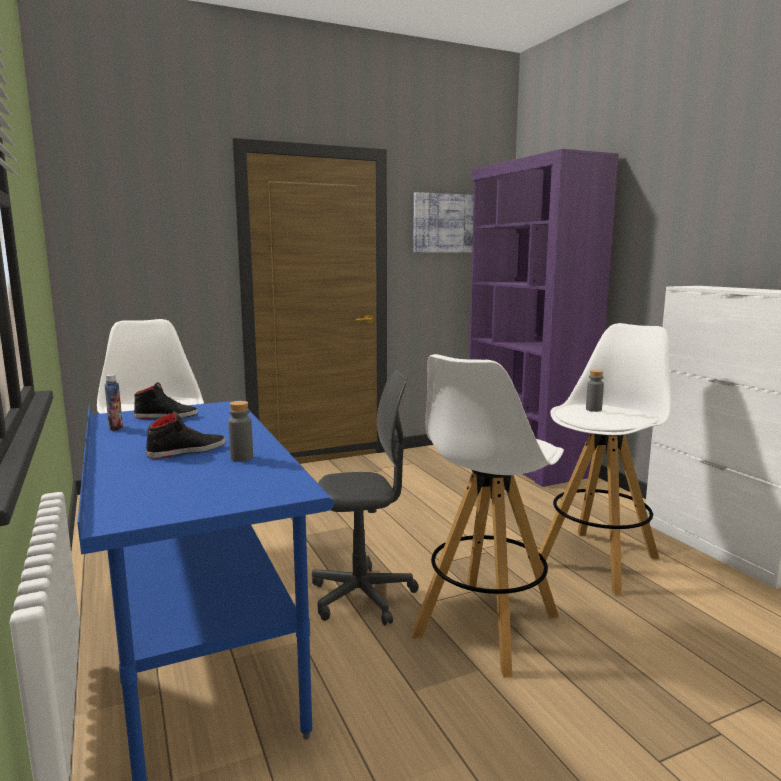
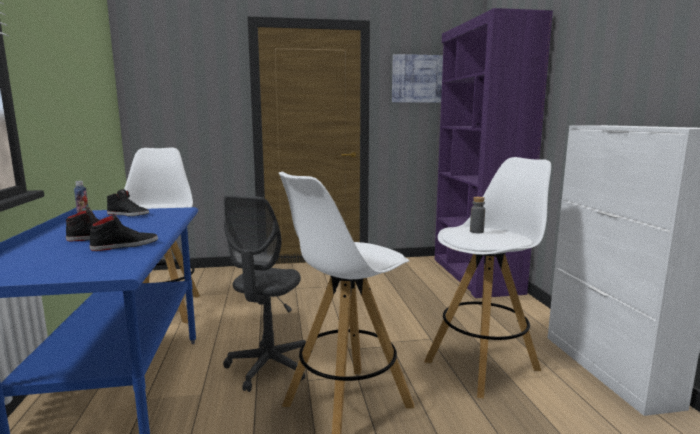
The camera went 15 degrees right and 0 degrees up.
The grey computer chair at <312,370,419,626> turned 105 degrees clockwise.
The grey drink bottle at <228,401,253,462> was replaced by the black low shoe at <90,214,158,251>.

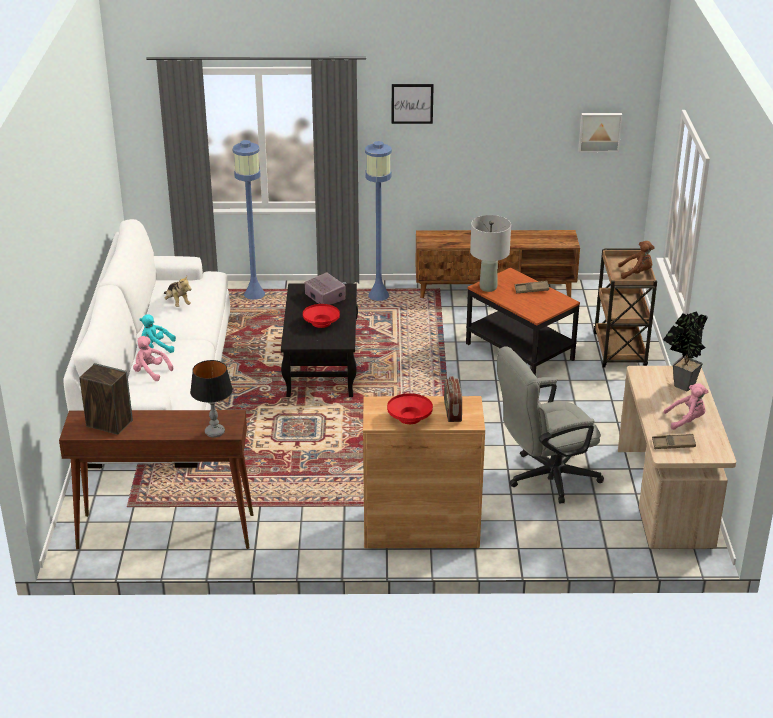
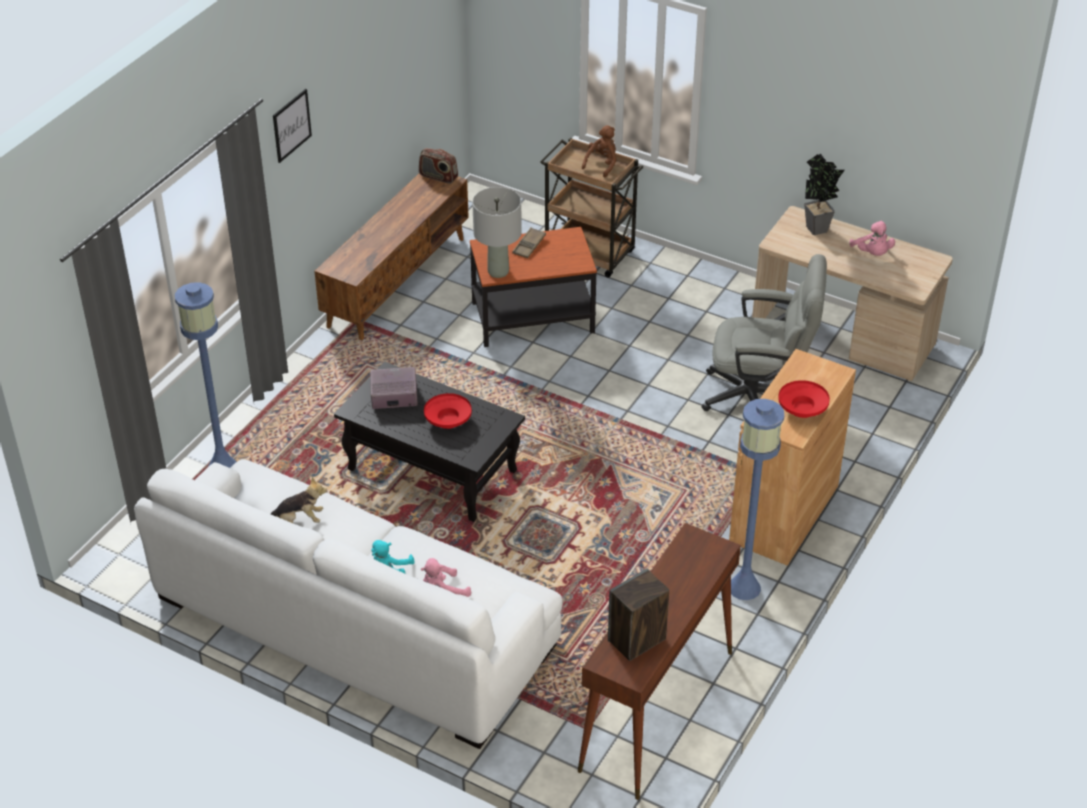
The camera went 60 degrees left and 10 degrees up.
The wall art at <578,113,622,152> disappeared.
The blue floor lamp moved from <365,141,392,301> to <731,399,784,600>.
The grey computer chair at <497,346,604,503> turned 90 degrees counterclockwise.
The tabletop lamp at <190,360,233,438> disappeared.
The radio receiver moved from <444,376,462,422> to <419,148,458,184>.
The pinkish cuddly toy at <663,384,708,430> turned 135 degrees clockwise.
The brown-coloured carrying tray at <652,434,696,449> disappeared.

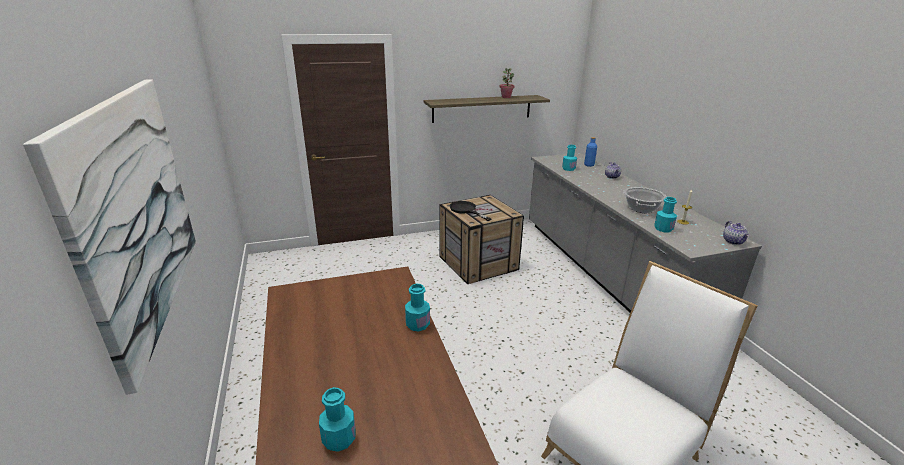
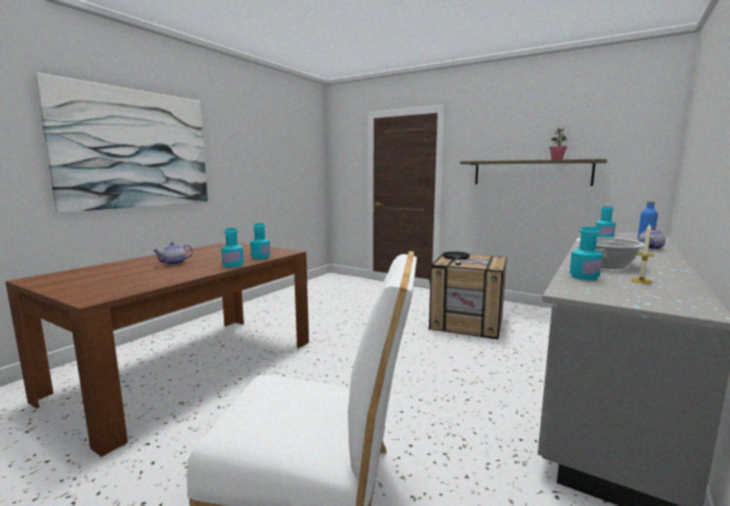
The camera went 50 degrees right and 15 degrees down.
The teapot moved from <723,221,749,245> to <153,242,193,265>.
The blue-green drink bottle moved from <319,387,355,452> to <250,223,270,259>.

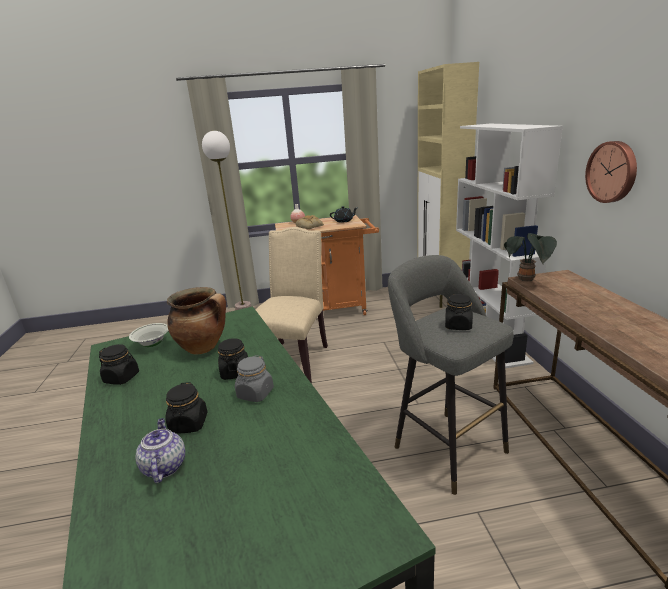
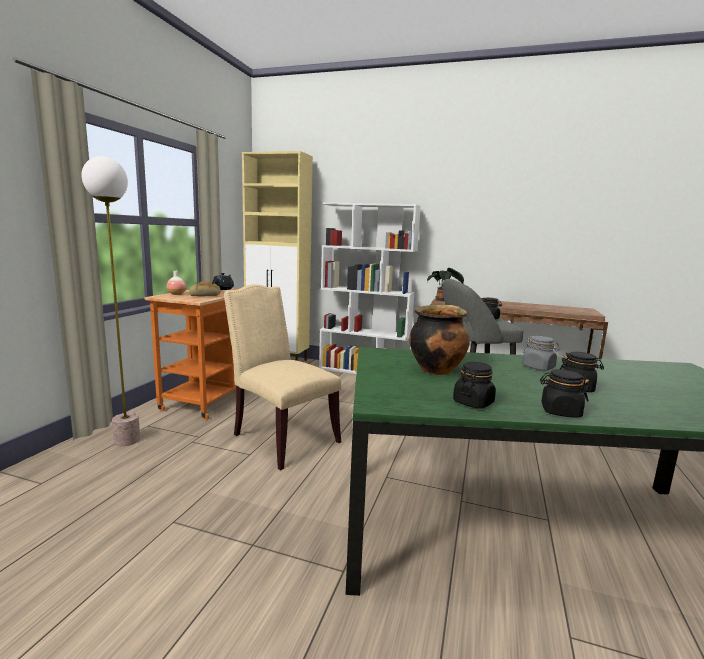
The camera went 65 degrees left and 10 degrees down.
The hanging clock at <585,141,637,203> disappeared.
The white bowl at <129,323,168,347> disappeared.
The black jar moved from <218,338,248,380> to <540,369,589,418>.
The teapot at <135,418,185,483> disappeared.

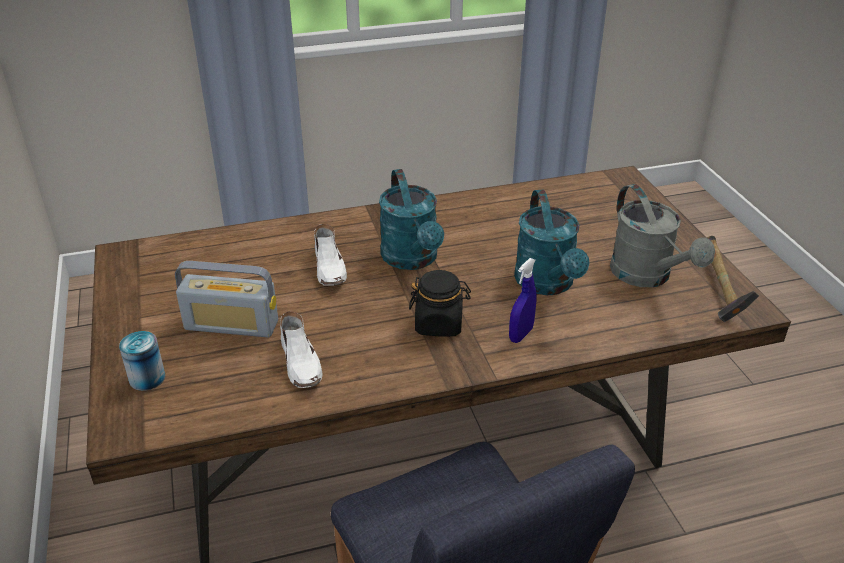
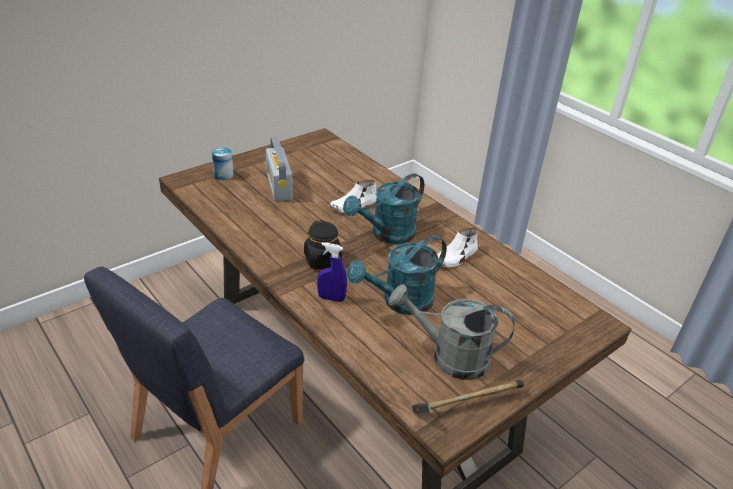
The camera went 65 degrees right and 0 degrees up.
The grey watering can at <610,184,715,287> turned 60 degrees clockwise.
The white low shoe moved from <280,312,323,388> to <437,227,478,267>.

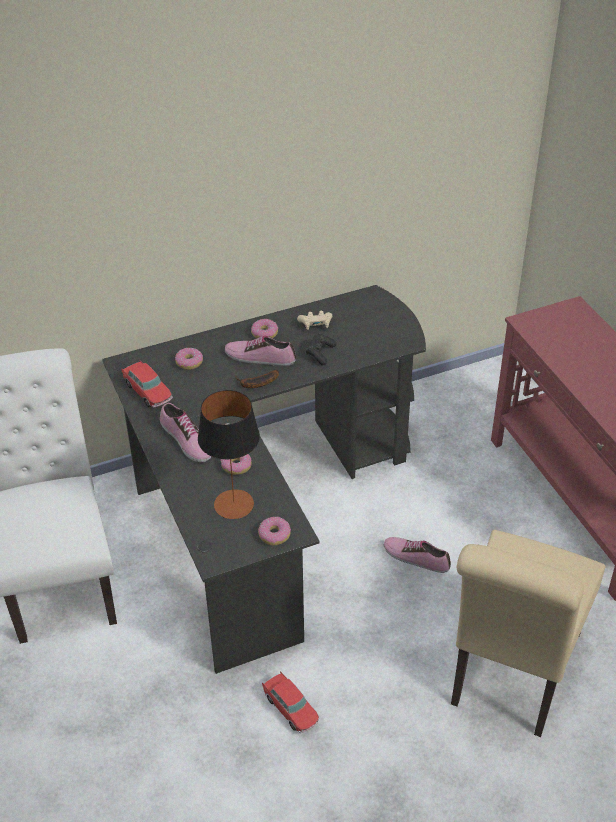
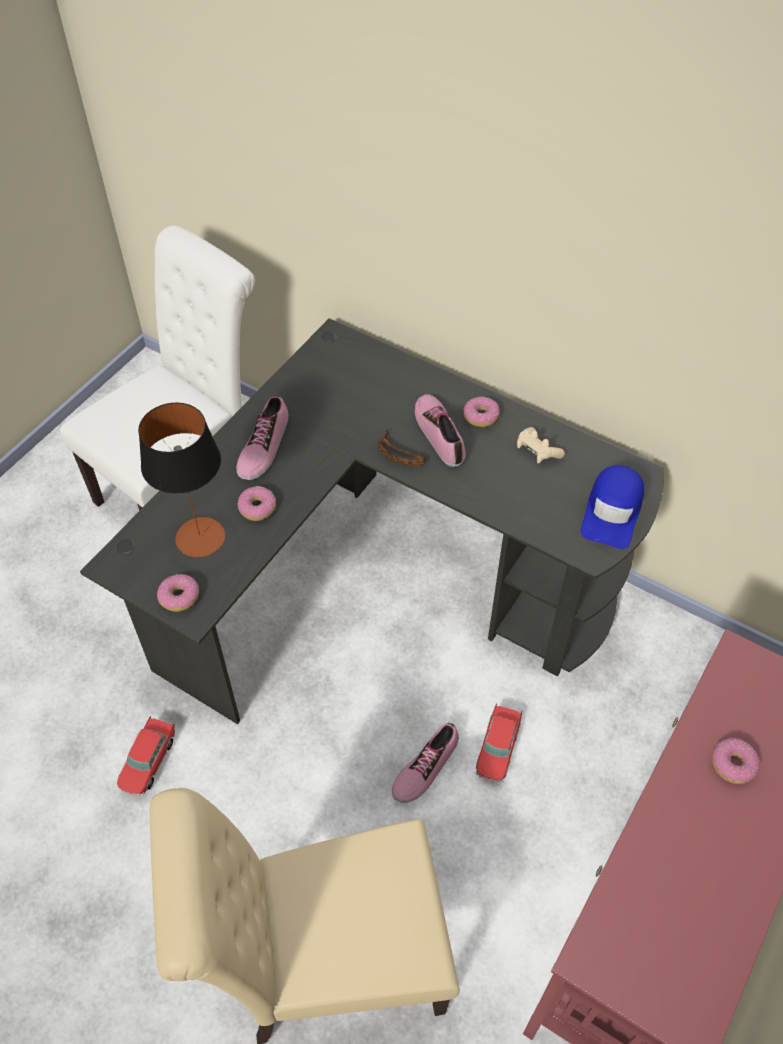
The camera went 55 degrees right and 10 degrees up.
The black joypad at <306,333,336,365> disappeared.
The donut moved from <175,348,203,370> to <712,738,760,784>.
The miniature car moved from <121,360,173,407> to <475,704,522,782>.
The low shoe at <383,537,451,573> turned 135 degrees counterclockwise.
The blue baseball cap at <581,465,644,549> appeared.

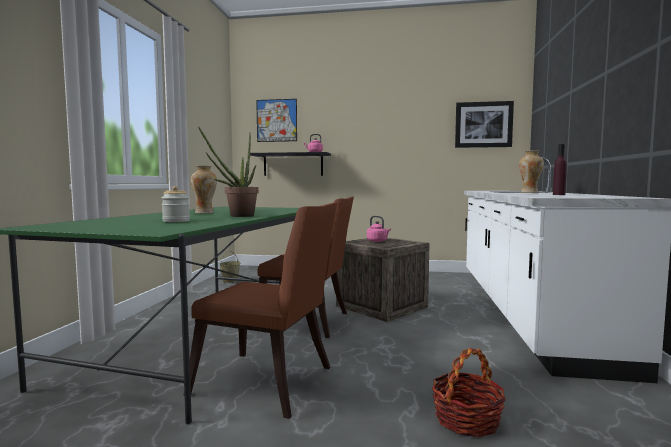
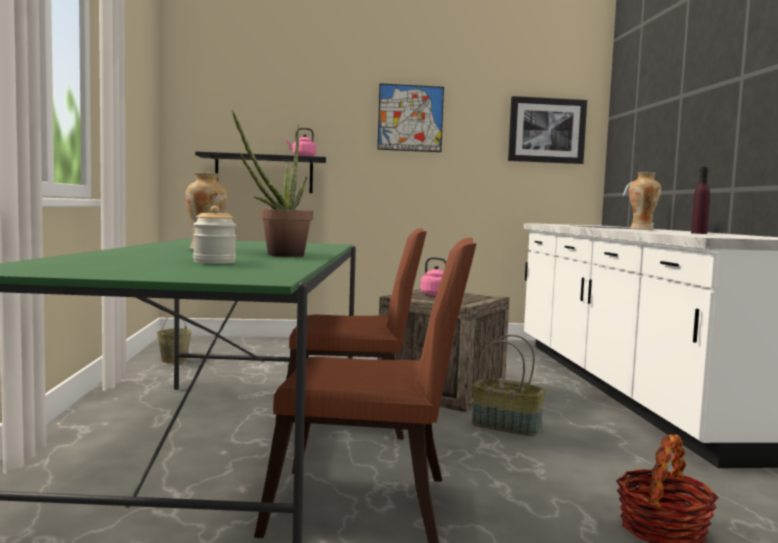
The camera went 15 degrees left and 0 degrees up.
The wall art moved from <256,99,297,142> to <377,83,444,152>.
The household basket at <472,334,546,436> appeared.

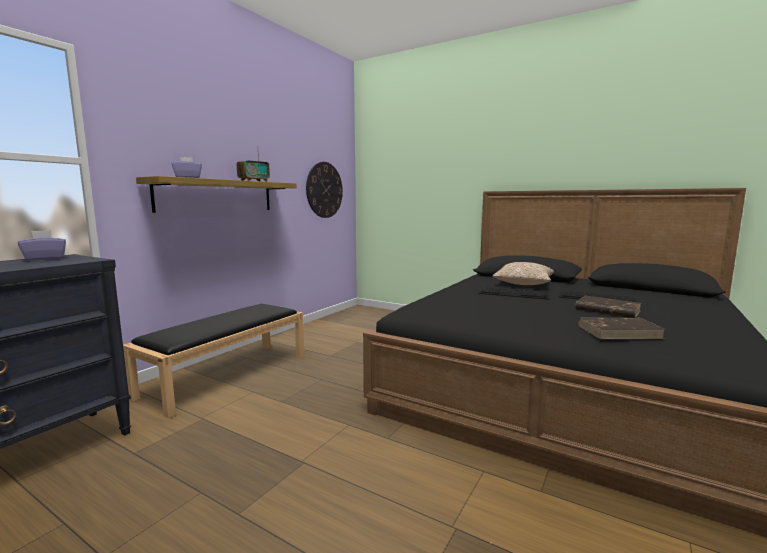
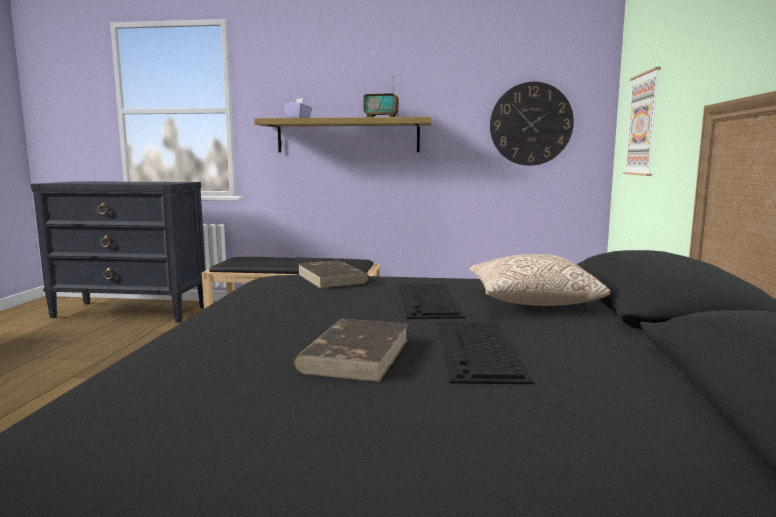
The camera went 65 degrees right and 0 degrees up.
The purplish tissue box at <18,230,66,261> disappeared.
The brown-coloured book moved from <578,318,666,339> to <298,260,369,289>.
The wall art at <623,67,661,176> appeared.

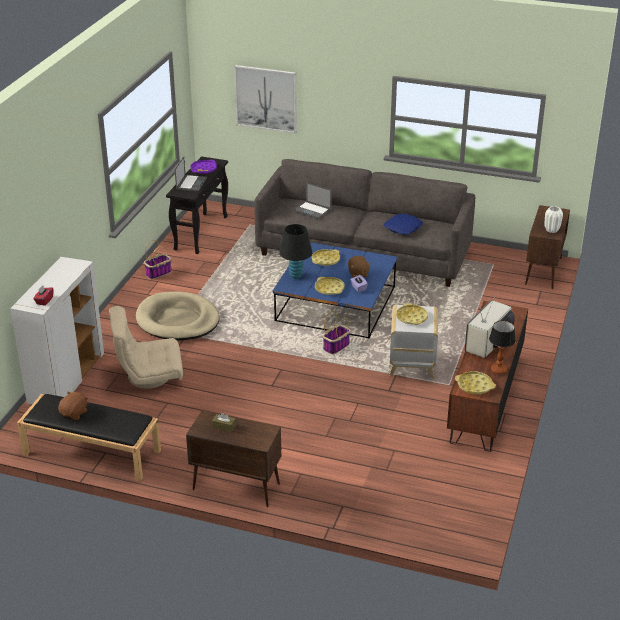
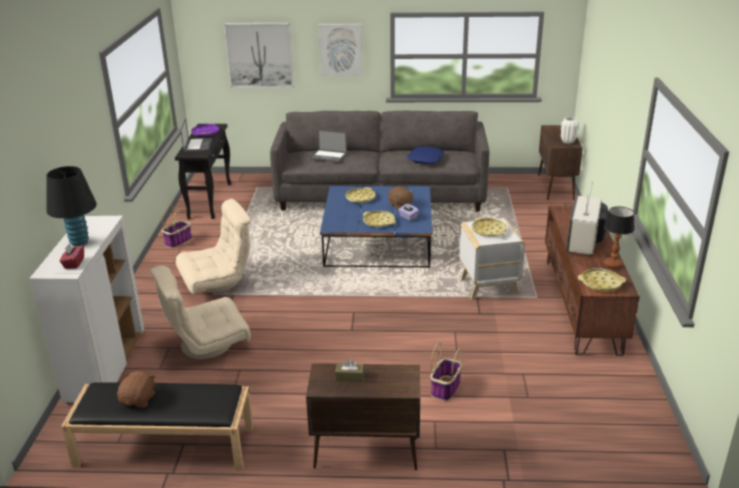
The camera went 15 degrees left and 5 degrees down.
The black tabletop lamp moved from <279,224,312,279> to <46,166,97,247>.
The sand-coloured dog cushion at <136,291,220,341> was replaced by the sand-coloured easy chair at <176,199,251,294>.
The household basket moved from <323,311,351,354> to <431,342,462,401>.
The wall art at <318,24,363,76> appeared.

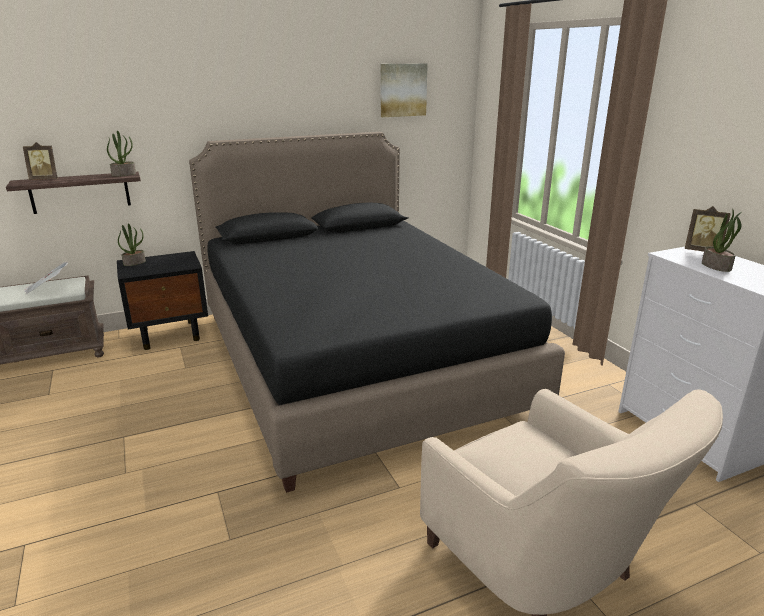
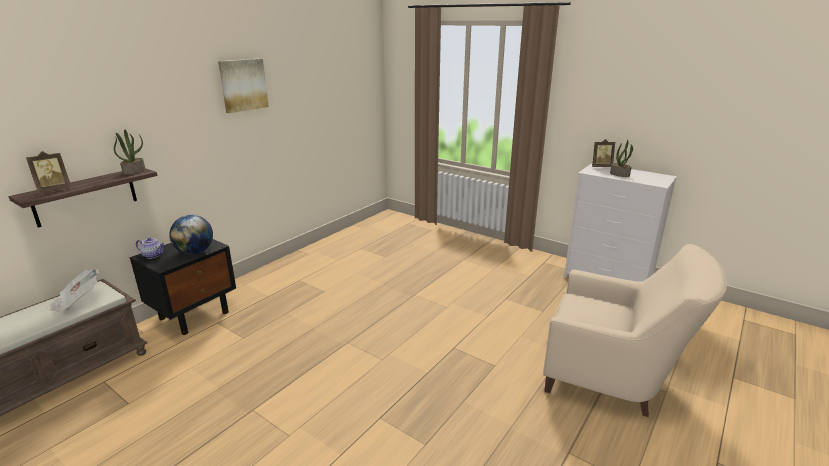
The camera went 30 degrees left and 0 degrees up.
The wall art moved from <381,63,428,117> to <218,58,269,113>.
The black sleeping bed at <189,132,565,493> disappeared.
The plant in a pot at <118,223,146,266> was replaced by the teapot at <136,237,165,259>.
The desk globe at <169,215,213,254> appeared.

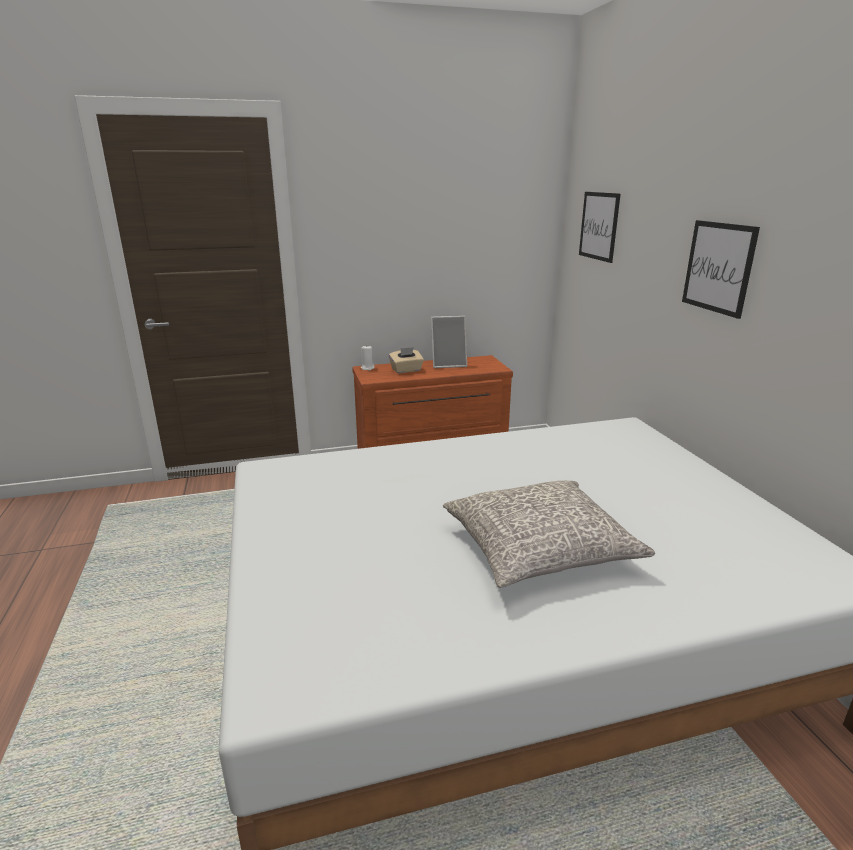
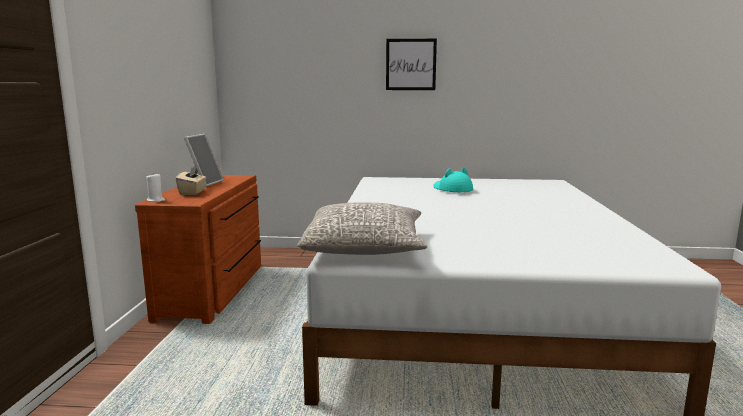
The camera went 70 degrees left and 10 degrees down.
The wall art at <579,192,621,263> disappeared.
The grey pillow moved from <443,481,655,588> to <297,202,428,255>.
The blue-green clothing hat at <433,168,473,192> appeared.

